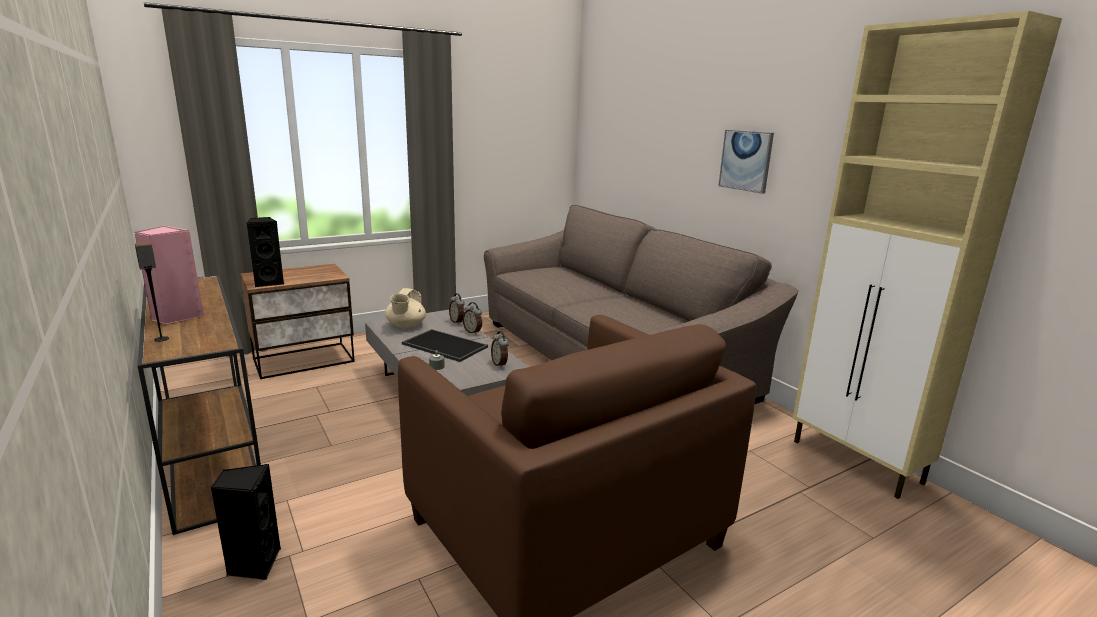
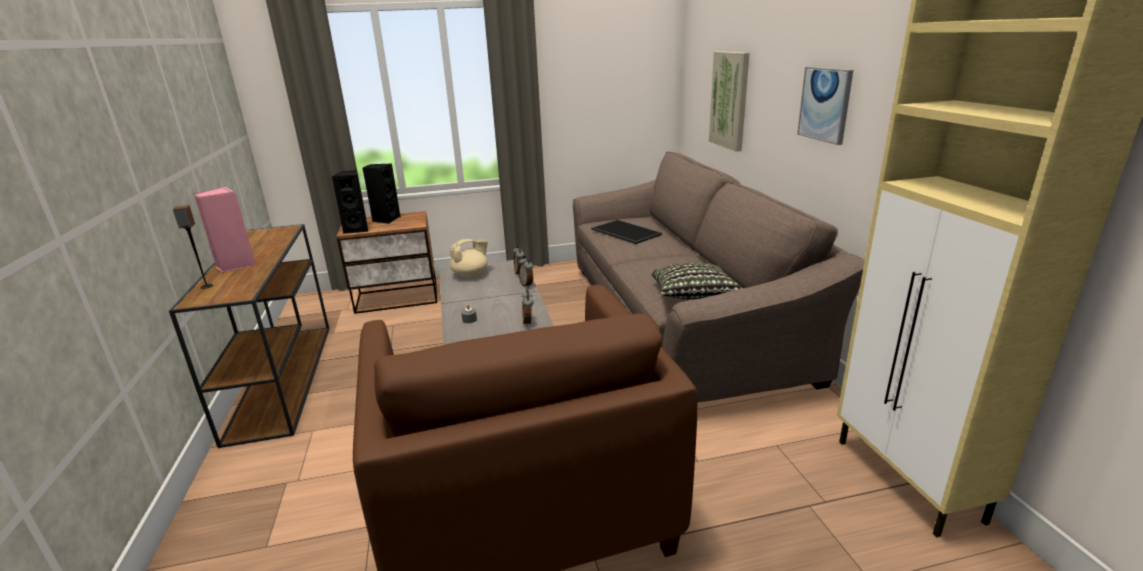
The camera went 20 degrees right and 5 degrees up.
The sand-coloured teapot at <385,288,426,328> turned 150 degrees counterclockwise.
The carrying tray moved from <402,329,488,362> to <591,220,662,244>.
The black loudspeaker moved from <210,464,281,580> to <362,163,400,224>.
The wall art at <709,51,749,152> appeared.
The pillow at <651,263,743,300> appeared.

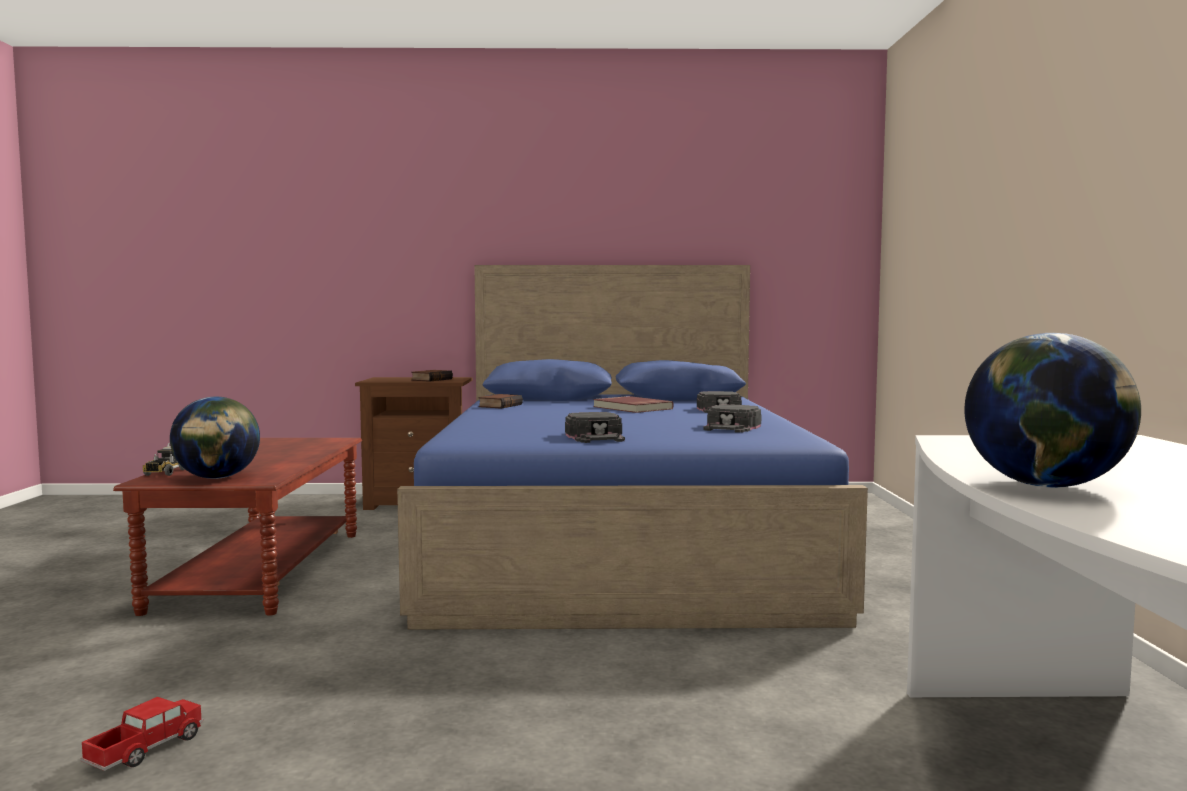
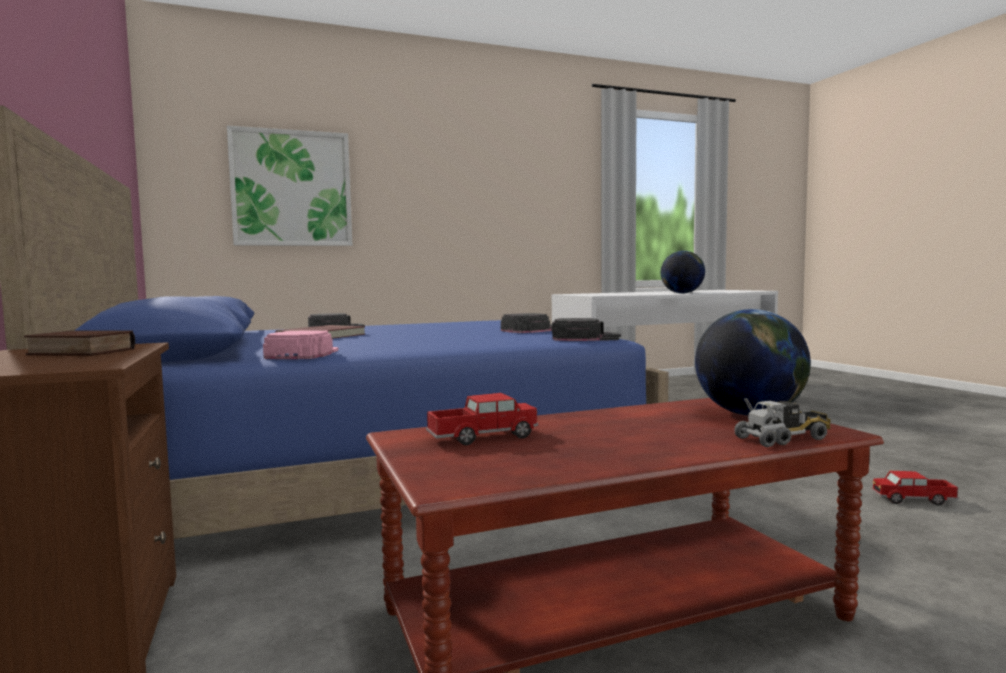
The camera went 110 degrees left and 0 degrees up.
The book at <478,394,523,409> was replaced by the pinkish baseball cap at <263,330,339,359>.
The black baseball cap moved from <703,404,761,433> to <552,318,621,341>.
The wall art at <227,126,352,246> appeared.
The toy lorry at <426,393,539,445> appeared.

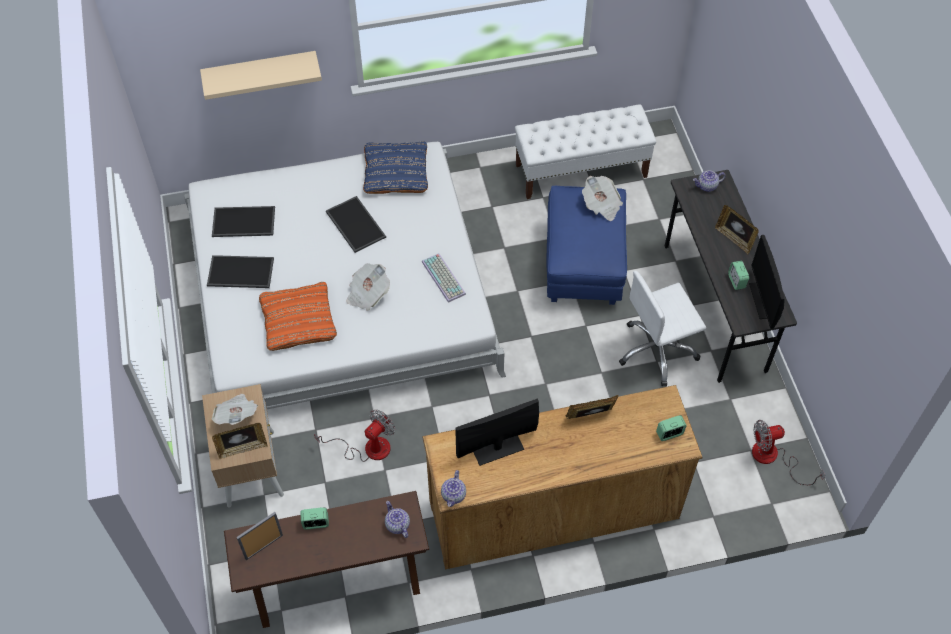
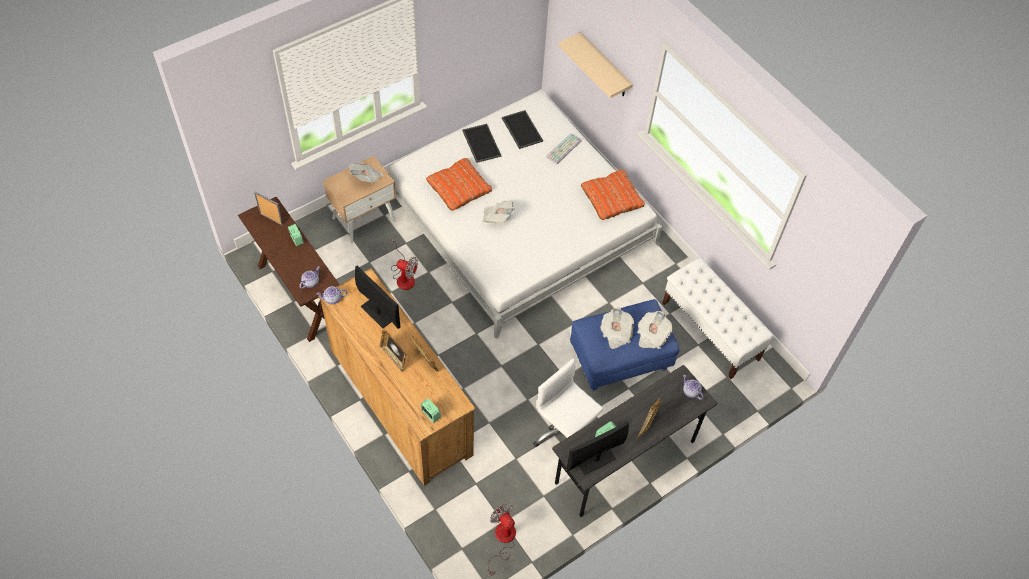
The camera went 65 degrees right and 0 degrees up.
The blue pillow at <363,141,428,194> became the orange-coloured pillow at <581,170,645,220>.
The carrying tray at <326,196,386,253> disappeared.
The computer keyboard moved from <422,253,466,303> to <546,133,582,164>.
The picture frame moved from <212,423,268,459> to <380,330,406,373>.
The daily paper at <600,308,634,349> appeared.

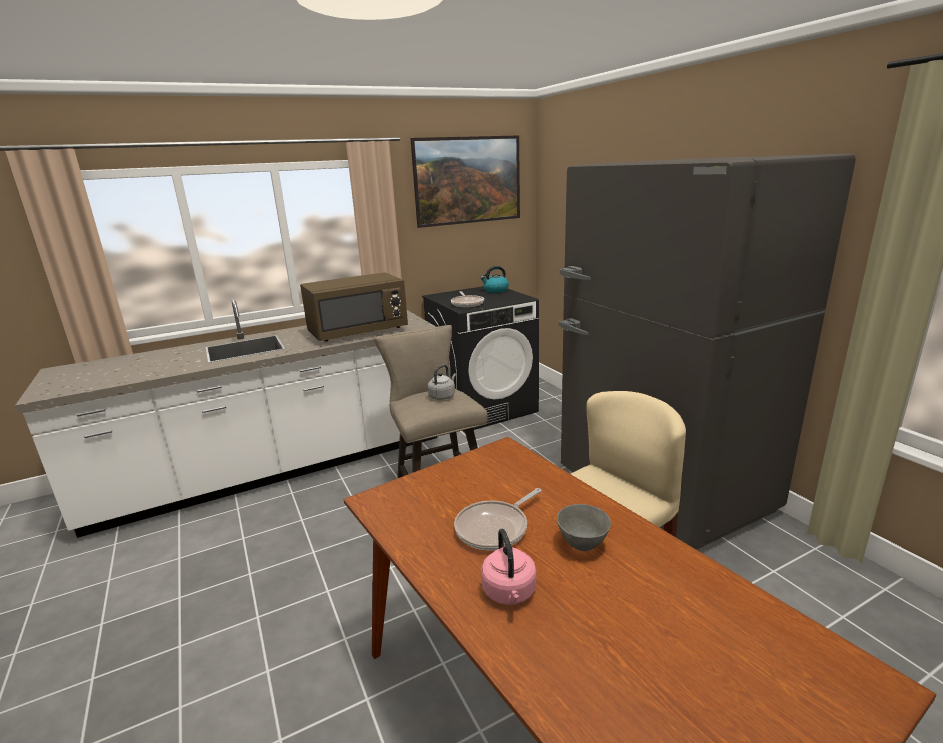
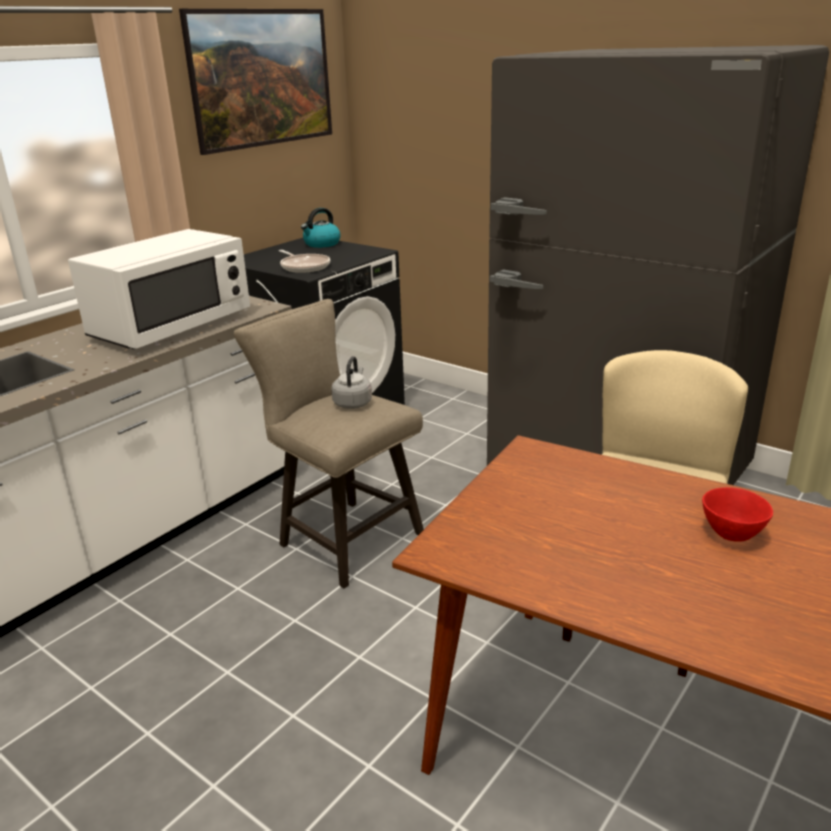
The camera went 25 degrees left and 5 degrees up.
The brown-coloured microwave at <300,272,408,342> became the white microwave at <68,229,250,349>.
The skillet at <454,488,542,551> disappeared.
The grey bowl at <557,504,611,551> became the reddish bowl at <702,487,773,542>.
The pinkish water kettle at <481,529,536,605> disappeared.

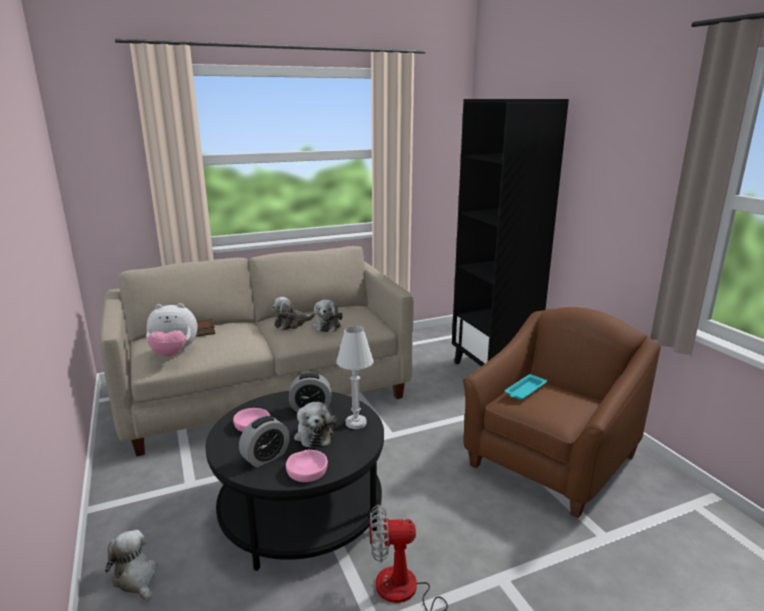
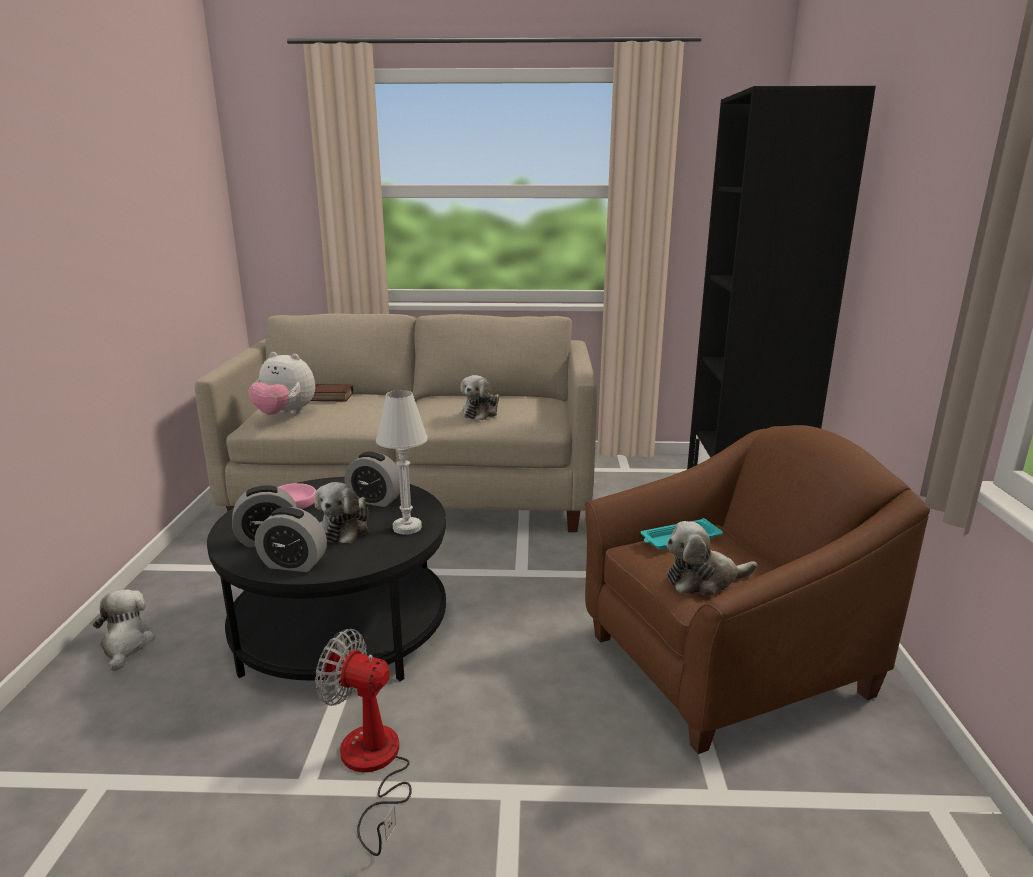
The camera went 25 degrees right and 0 degrees up.
The cuddly toy moved from <272,297,315,330> to <666,521,757,596>.
The pinkish bowl at <286,450,328,482> was replaced by the bedside clock at <255,507,327,572>.

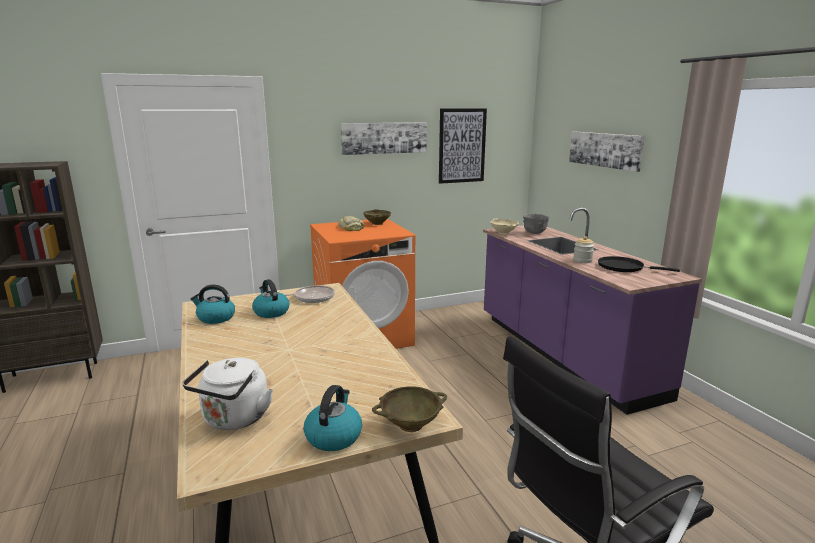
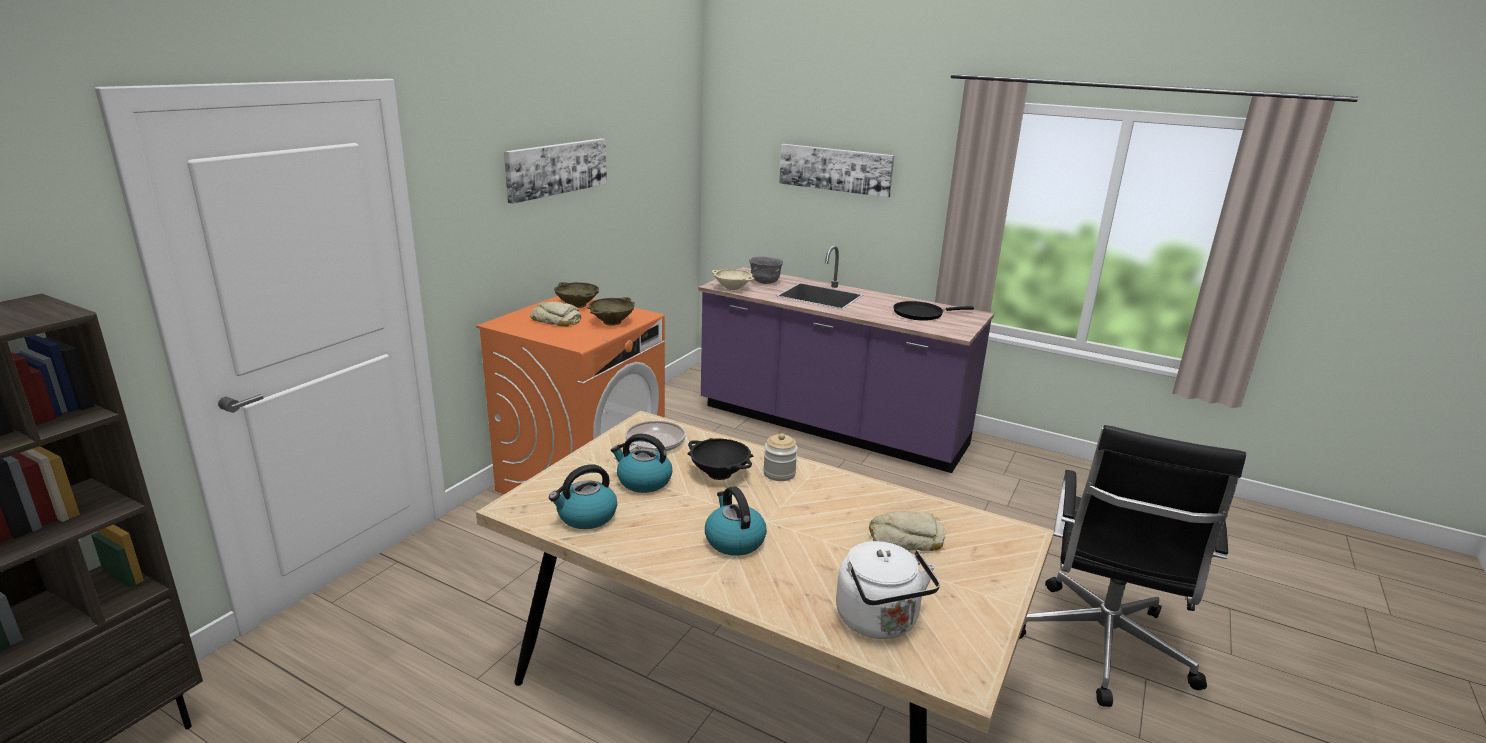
The camera went 40 degrees left and 5 degrees up.
The wall art at <439,108,487,184> disappeared.
The jar moved from <573,236,594,263> to <763,433,798,481>.
The water kettle moved from <304,385,362,451> to <705,486,767,556>.
The sand-coloured bowl moved from <372,386,447,432> to <587,297,635,325>.
The black bowl at <688,438,753,480> appeared.
The bread at <869,511,946,551> appeared.

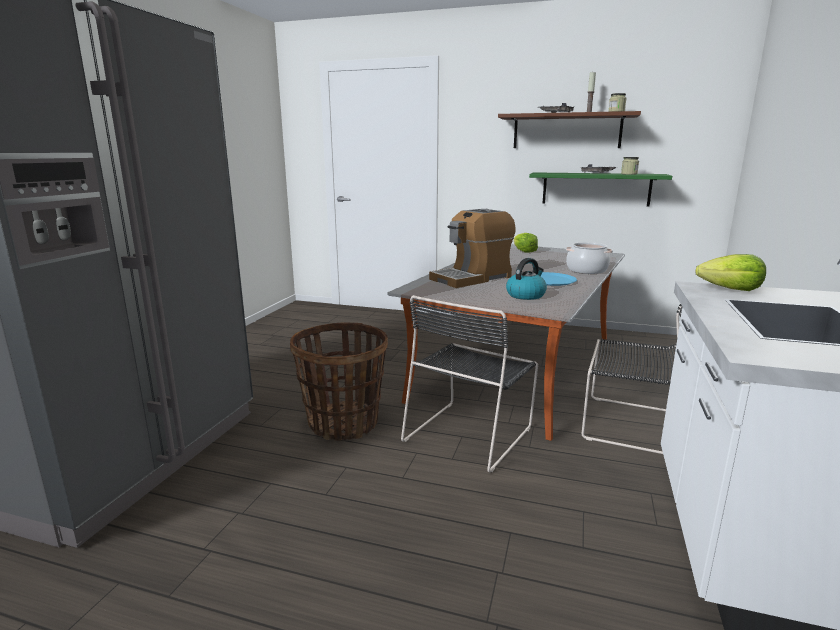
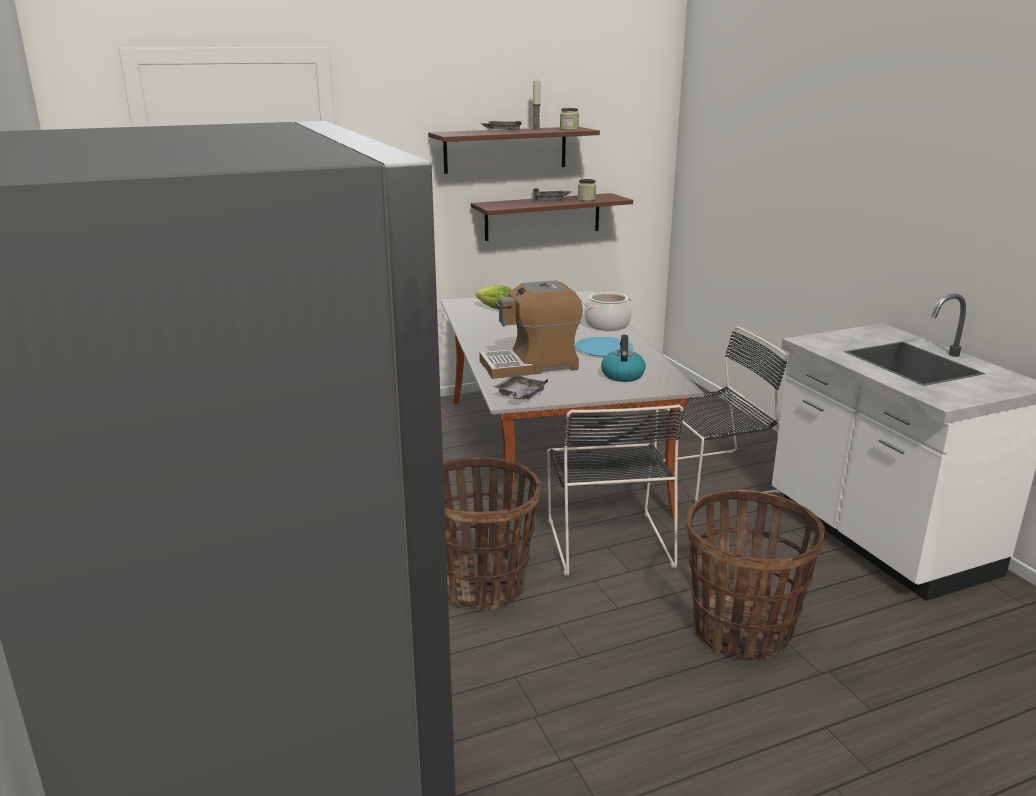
The camera went 40 degrees left and 5 degrees up.
The green-coloured shelf at <529,172,672,207> became the brown-coloured shelf at <471,193,633,241>.
The coffee brewer at <429,209,516,288> turned 60 degrees clockwise.
The lettuce at <696,254,766,291> disappeared.
The grey carrying tray at <494,375,548,400> appeared.
The household basket at <685,489,825,660> appeared.

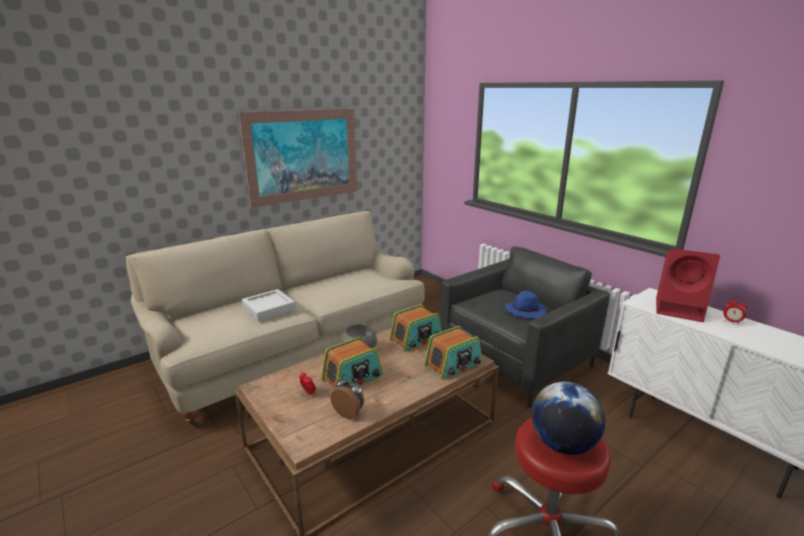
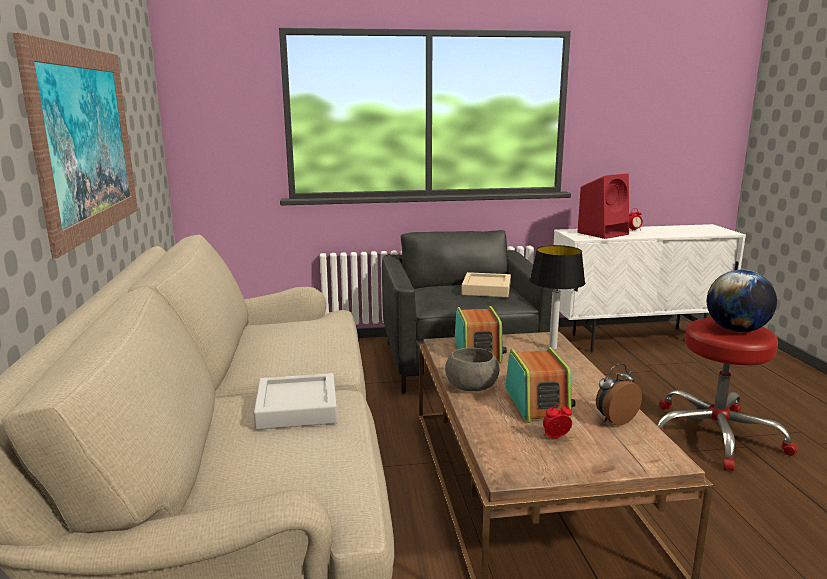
The camera went 60 degrees left and 5 degrees down.
The blue clothing hat at <505,291,547,319> was replaced by the sand-coloured carrying tray at <461,272,511,297>.
The radio receiver at <424,326,482,380> was replaced by the tabletop lamp at <529,245,585,350>.

